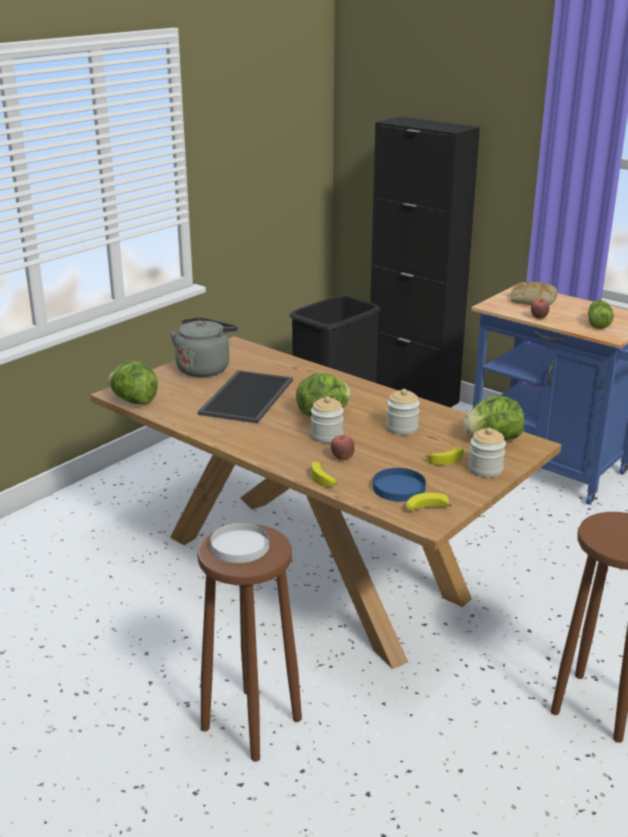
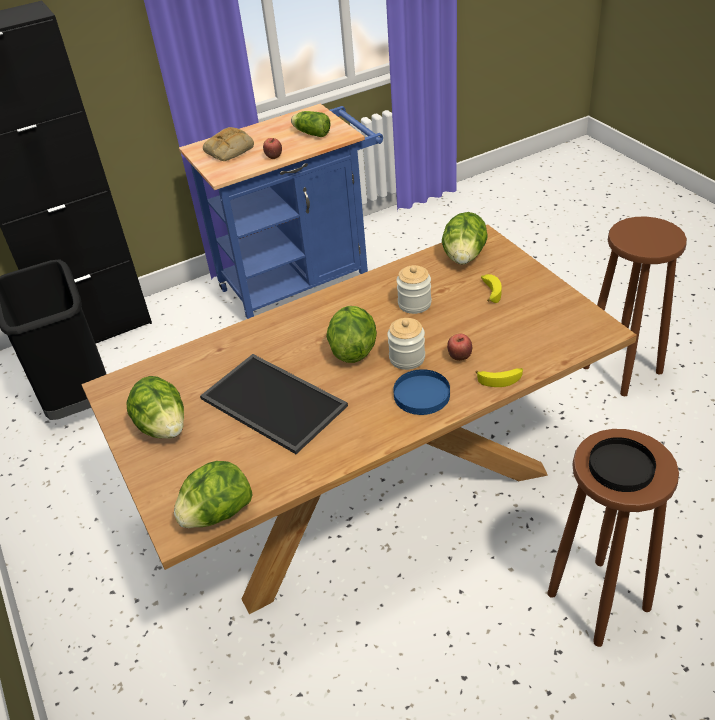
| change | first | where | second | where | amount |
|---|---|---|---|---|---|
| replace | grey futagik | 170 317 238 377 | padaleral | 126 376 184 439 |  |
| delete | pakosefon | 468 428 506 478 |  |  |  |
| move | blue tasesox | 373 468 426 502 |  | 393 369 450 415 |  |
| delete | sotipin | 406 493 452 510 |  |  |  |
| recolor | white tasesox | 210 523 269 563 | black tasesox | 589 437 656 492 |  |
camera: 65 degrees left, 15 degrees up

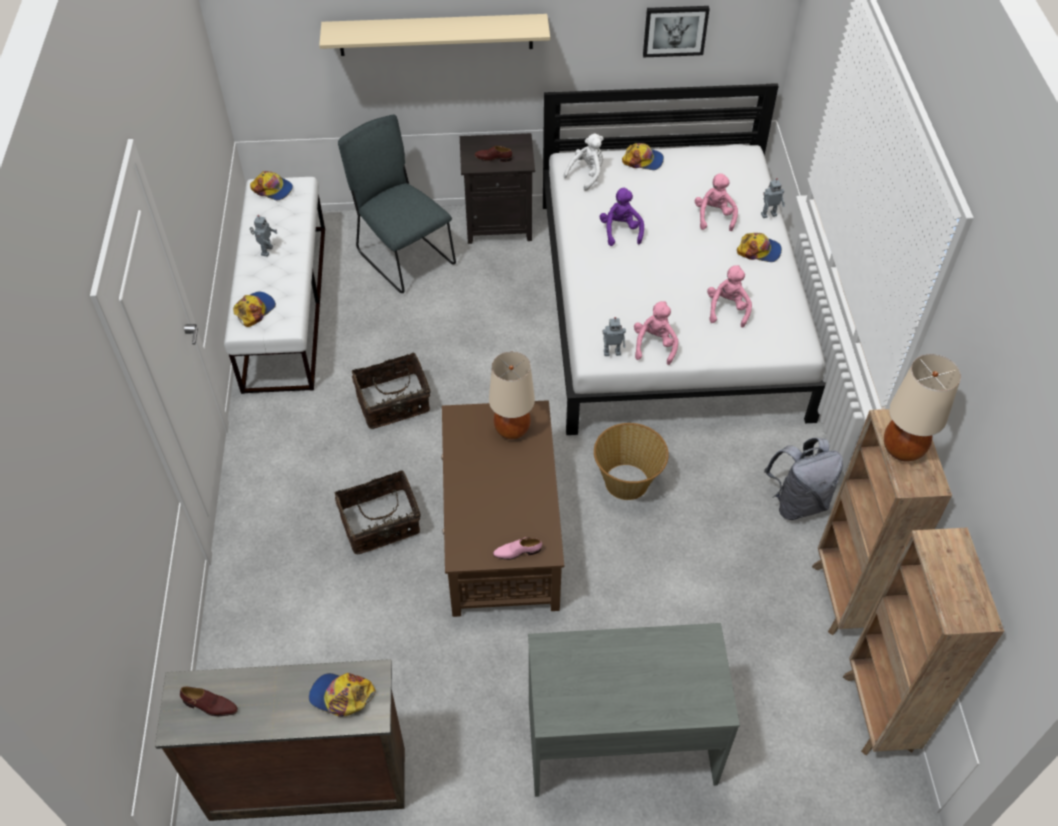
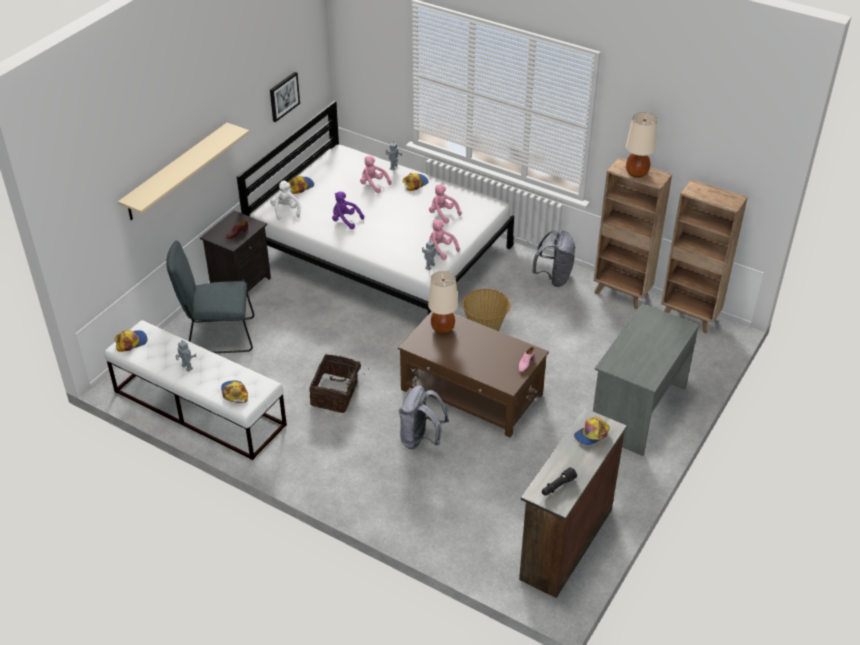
| change | first | where | second | where | amount |
|---|---|---|---|---|---|
| replace | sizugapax | 335 470 421 554 | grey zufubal | 399 385 449 449 |  |
| replace | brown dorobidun | 180 687 238 716 | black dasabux | 542 467 577 495 |  |
camera: 55 degrees left, 10 degrees down

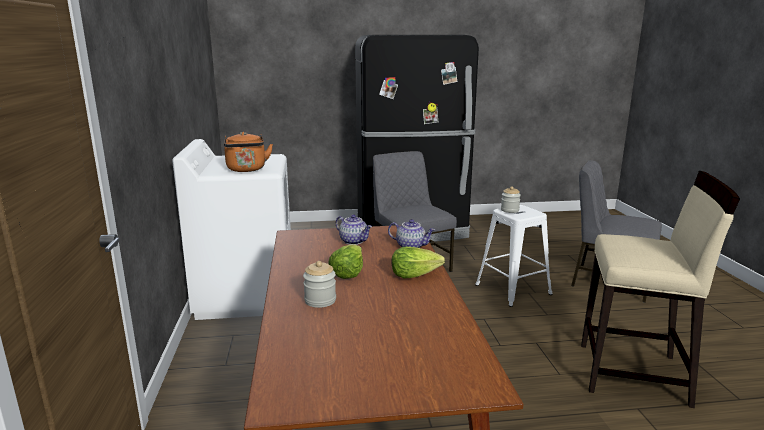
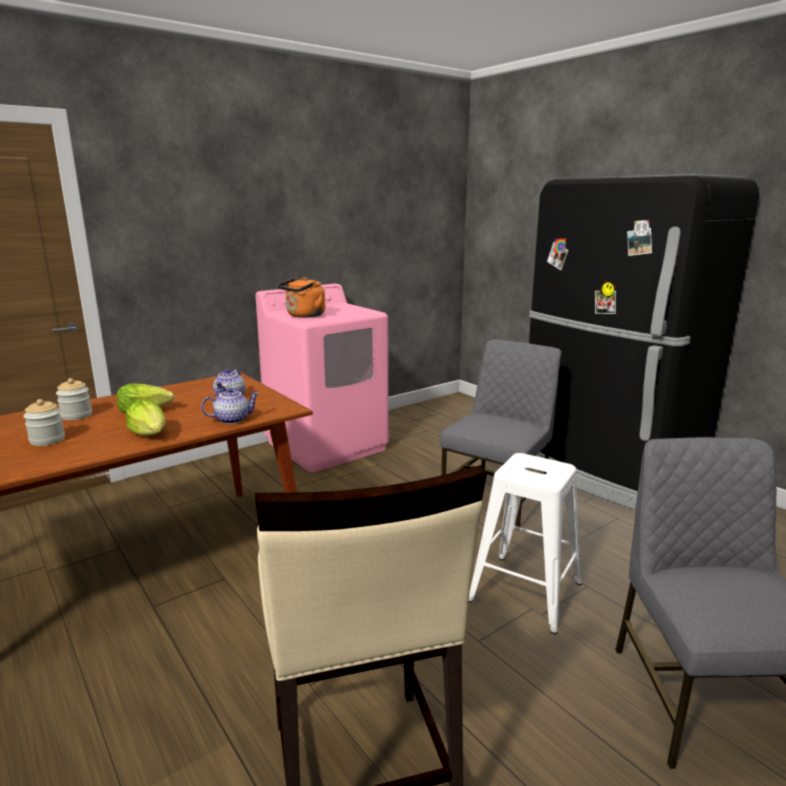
| change | first | where | second | where | amount |
|---|---|---|---|---|---|
| recolor | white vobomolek | 172 139 291 320 | pink vobomolek | 256 284 388 473 |  |
| move | pakosefon | 501 187 521 213 |  | 23 399 65 446 |  |
| rotate | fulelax | 388 219 435 248 |  | 201 388 260 424 | 105 degrees counterclockwise |
camera: 60 degrees right, 0 degrees up

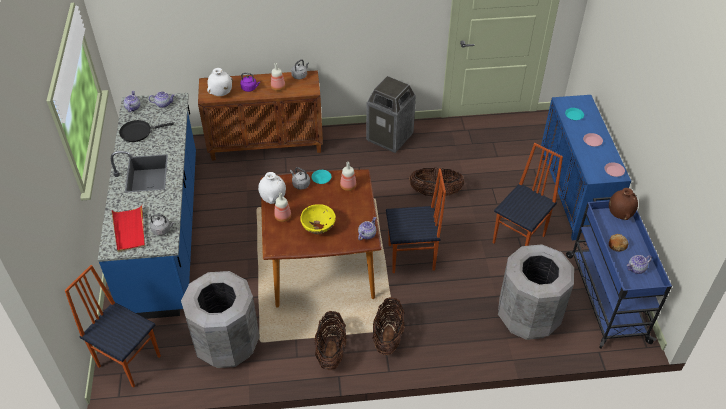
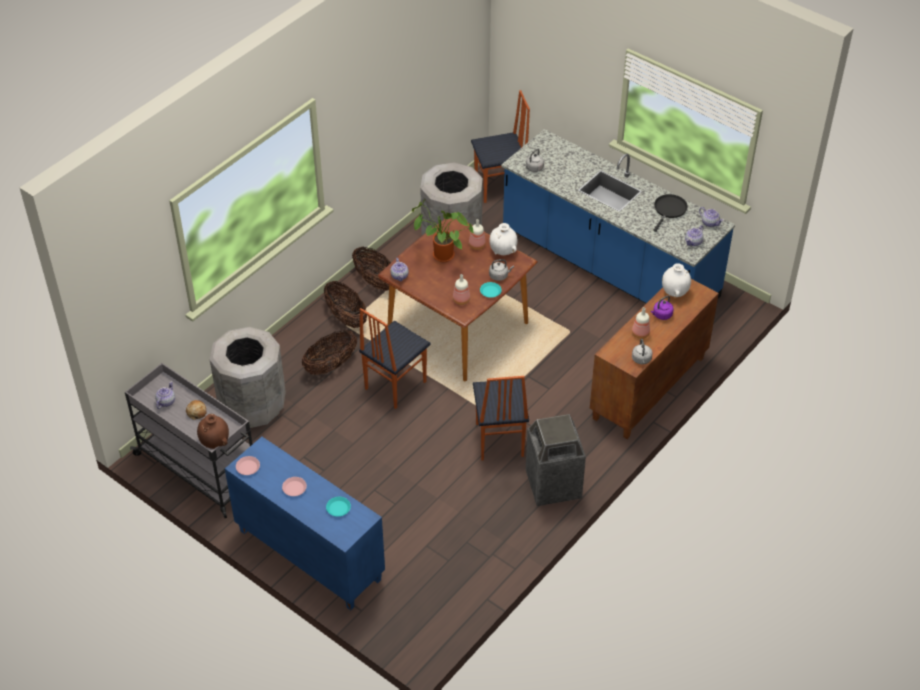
| change | first | where | second | where | amount |
|---|---|---|---|---|---|
| move | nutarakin | 493 143 563 246 |  | 473 376 529 460 |  |
| move | sizugapax | 409 167 464 197 |  | 302 330 357 375 |  |
| recolor | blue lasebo | 566 197 672 349 | grey lasebo | 125 363 253 518 |  |
| replace | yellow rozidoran | 300 204 336 234 | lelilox | 412 200 474 262 |  |
| delete | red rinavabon | 112 205 145 252 |  |  |  |
camera: 135 degrees right, 0 degrees up

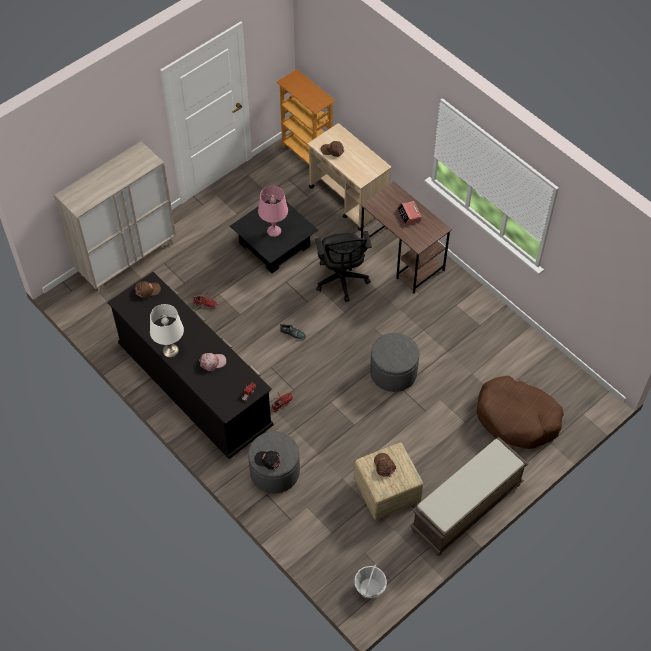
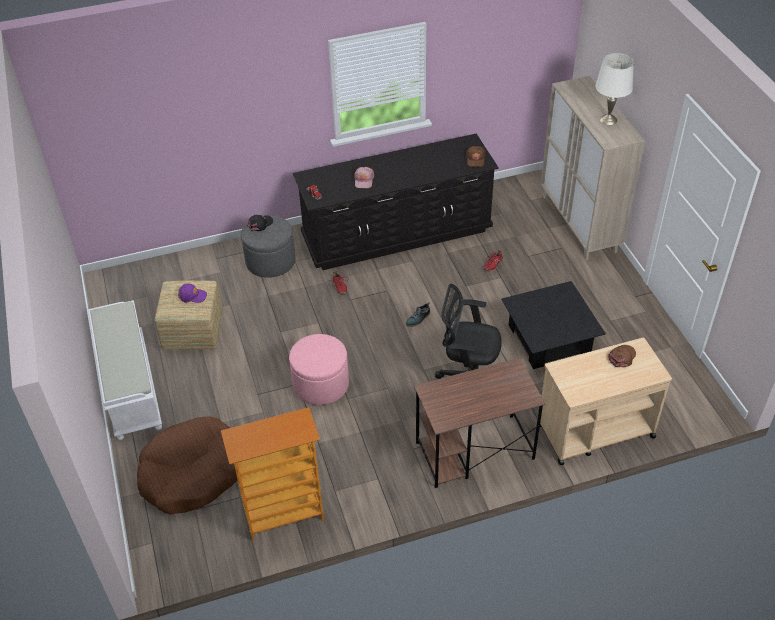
| change | first | where | second | where | amount |
|---|---|---|---|---|---|
| move | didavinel | 277 69 336 164 |  | 221 407 324 541 |  |
| delete | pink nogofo | 258 186 288 237 |  |  |  |
| delete | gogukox | 397 201 422 226 |  |  |  |
| move | white nogofo | 150 304 184 357 |  | 595 53 634 125 |  |
| recolor | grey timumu | 370 333 419 392 | pink timumu | 289 334 349 405 |  |
| recolor | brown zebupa | 410 437 528 556 | white zebupa | 88 300 162 440 |  |
| recolor | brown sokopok | 374 453 396 477 | purple sokopok | 178 283 207 303 |  |
| delete | sizugapax | 354 564 387 598 |  |  |  |
camera: 115 degrees right, 10 degrees down

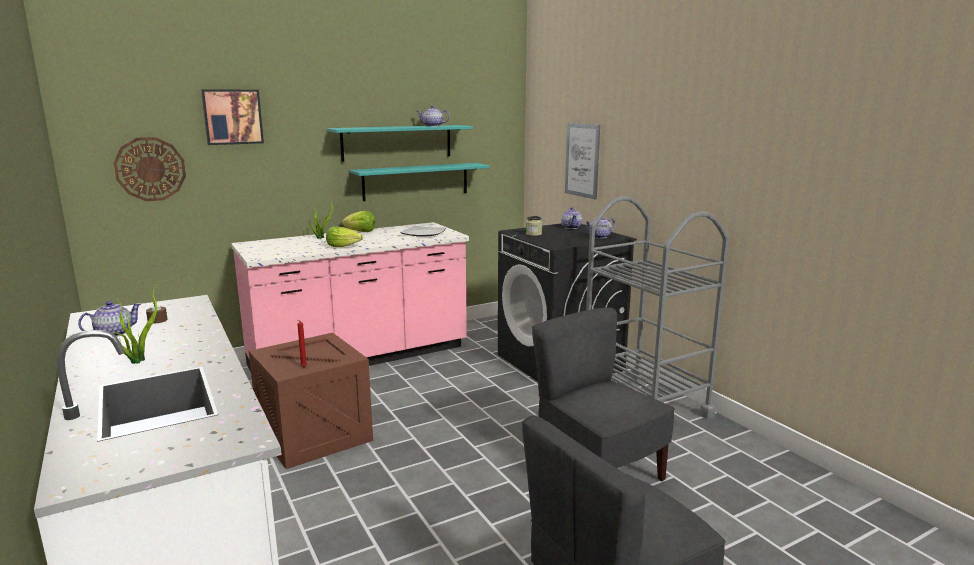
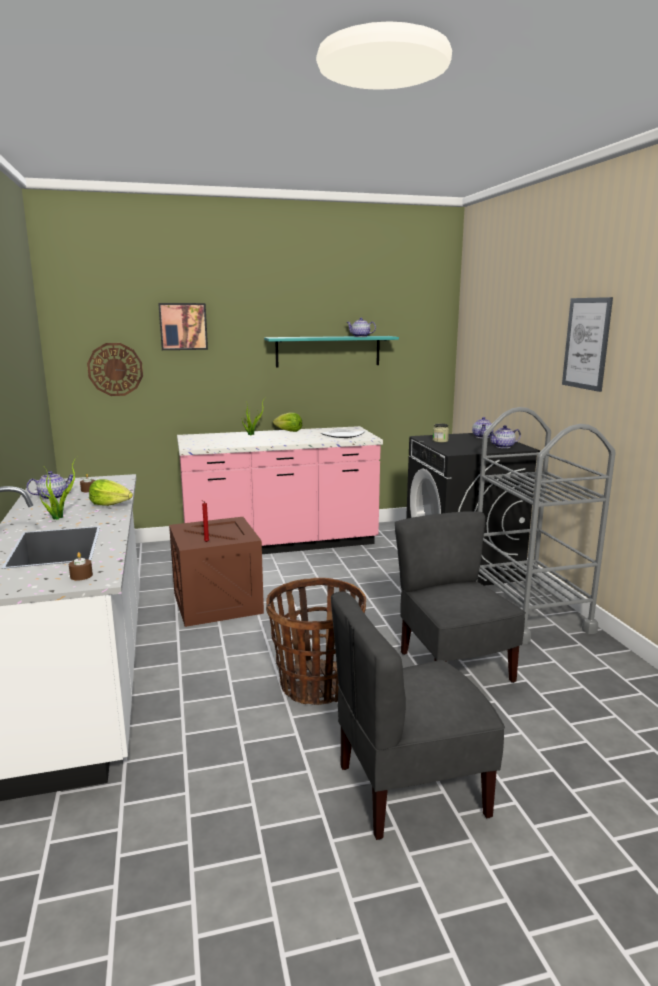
| change | first | where | second | where | amount |
|---|---|---|---|---|---|
| move | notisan | 565 123 600 199 |  | 562 297 613 392 |  |
| delete | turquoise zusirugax | 349 163 489 201 |  |  |  |
| move | padaleral | 326 227 363 247 |  | 89 479 133 506 |  |
| insert |  |  | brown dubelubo | 69 552 93 580 |  |
| insert |  |  | sizugapax | 266 578 366 705 |  |
camera: 15 degrees right, 0 degrees up

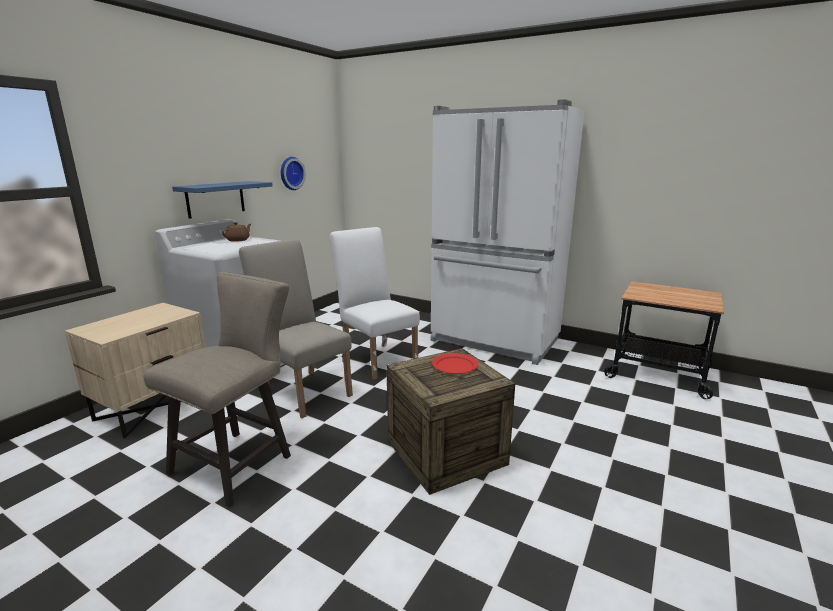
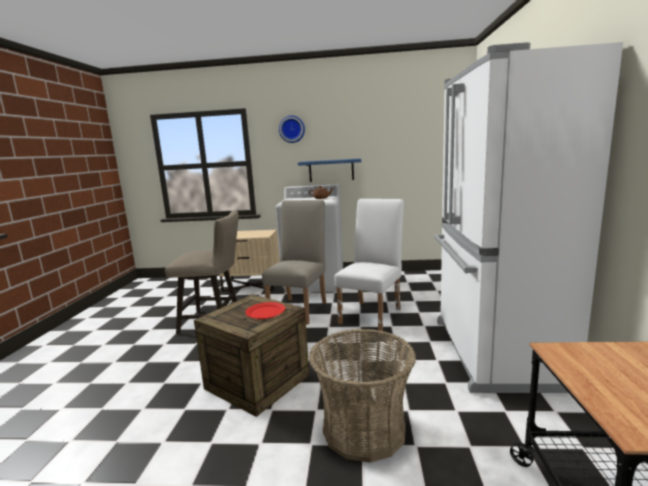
| change | first | where | second | where | amount |
|---|---|---|---|---|---|
| move | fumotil | 281 157 306 190 |  | 279 116 305 143 |  |
| insert |  |  | sizugapax | 309 329 416 463 |  |
camera: 65 degrees right, 5 degrees down

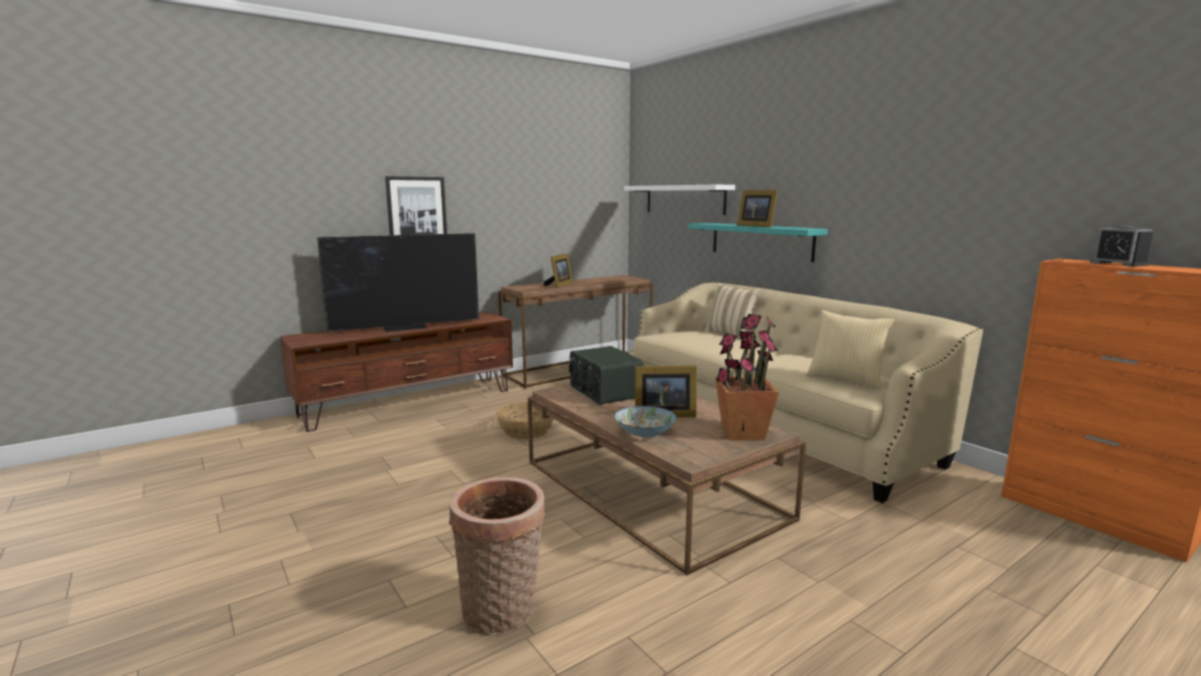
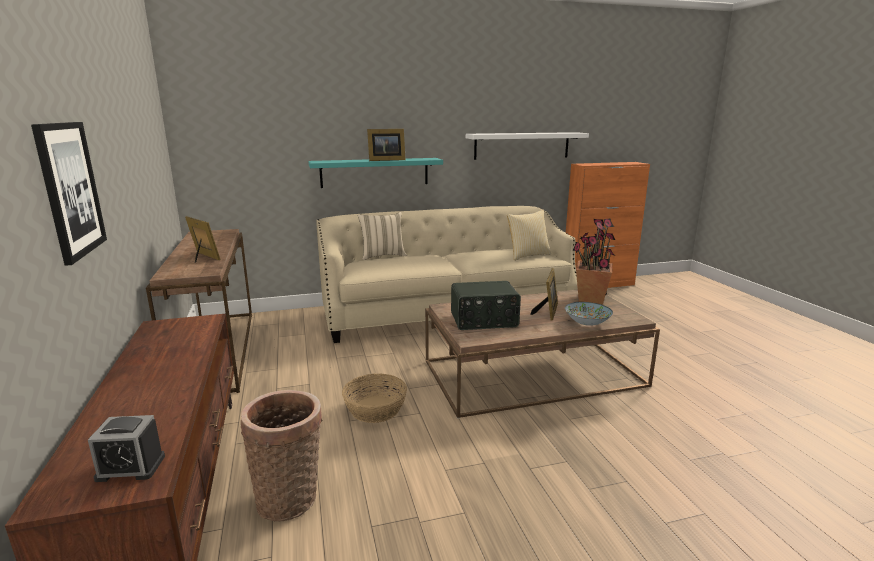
| change | first | where | second | where | amount |
|---|---|---|---|---|---|
| move | white zusirugax | 624 185 735 215 |  | 466 132 589 160 |  |
| move | gogukox | 1090 225 1153 267 |  | 88 415 165 482 |  |
| delete | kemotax | 317 233 479 332 |  |  |  |
| move | sizugapax | 449 477 545 635 |  | 241 390 323 522 |  |
camera: 70 degrees left, 5 degrees up

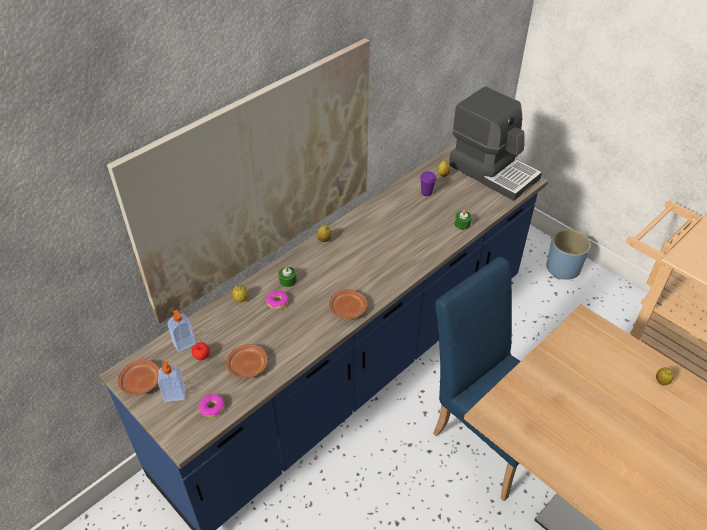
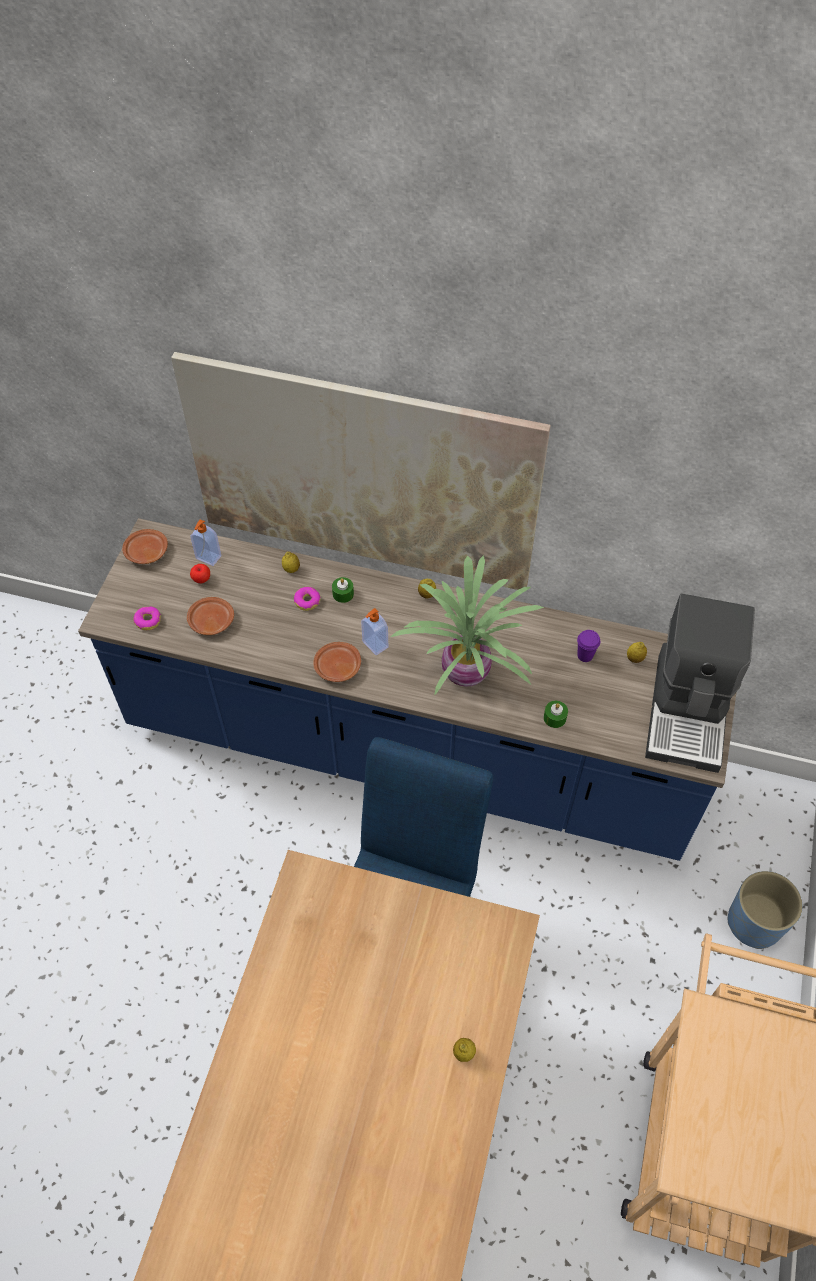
| change | first | where | second | where | amount |
|---|---|---|---|---|---|
| move | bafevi | 158 361 185 402 |  | 361 608 388 656 |  |
| insert |  |  | lelilox | 390 555 544 696 |  |
camera: 60 degrees right, 10 degrees up

